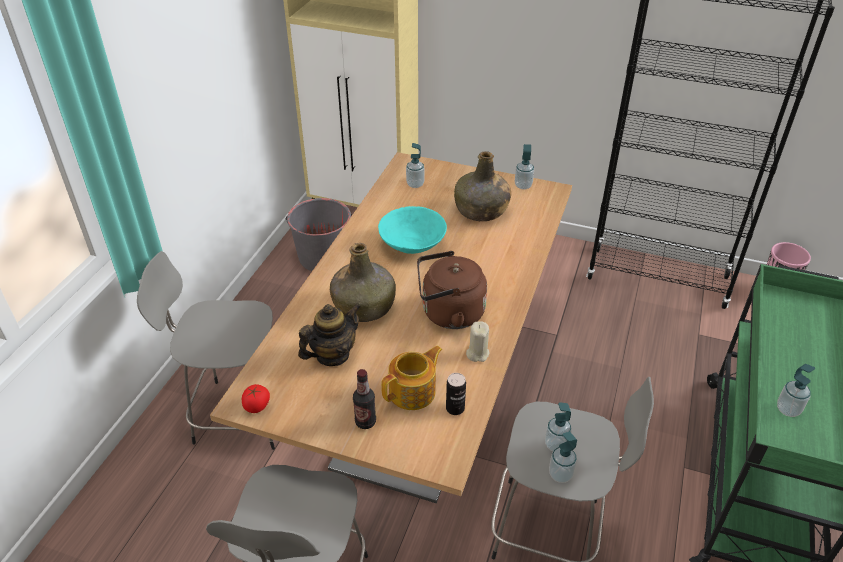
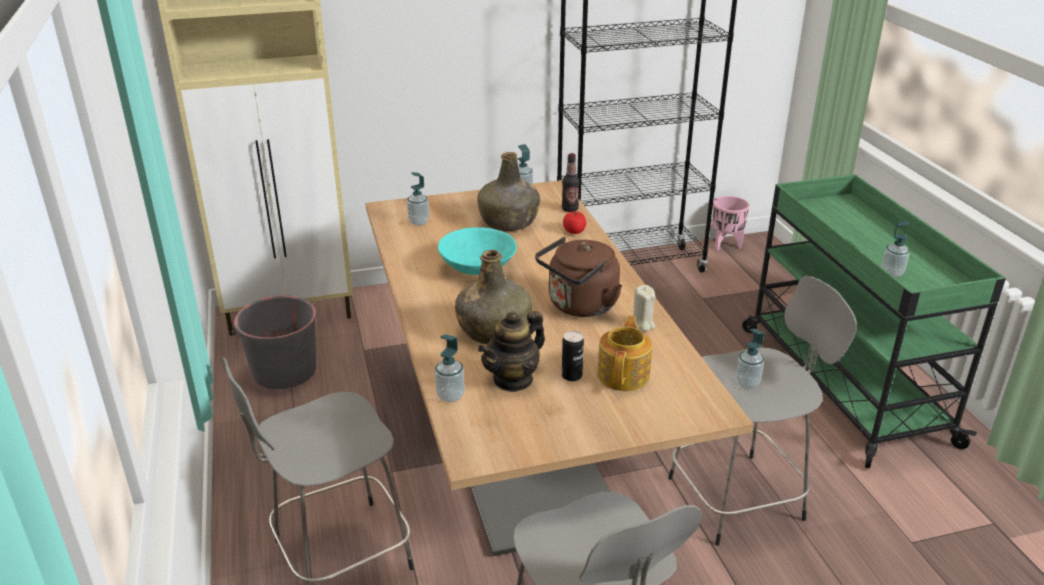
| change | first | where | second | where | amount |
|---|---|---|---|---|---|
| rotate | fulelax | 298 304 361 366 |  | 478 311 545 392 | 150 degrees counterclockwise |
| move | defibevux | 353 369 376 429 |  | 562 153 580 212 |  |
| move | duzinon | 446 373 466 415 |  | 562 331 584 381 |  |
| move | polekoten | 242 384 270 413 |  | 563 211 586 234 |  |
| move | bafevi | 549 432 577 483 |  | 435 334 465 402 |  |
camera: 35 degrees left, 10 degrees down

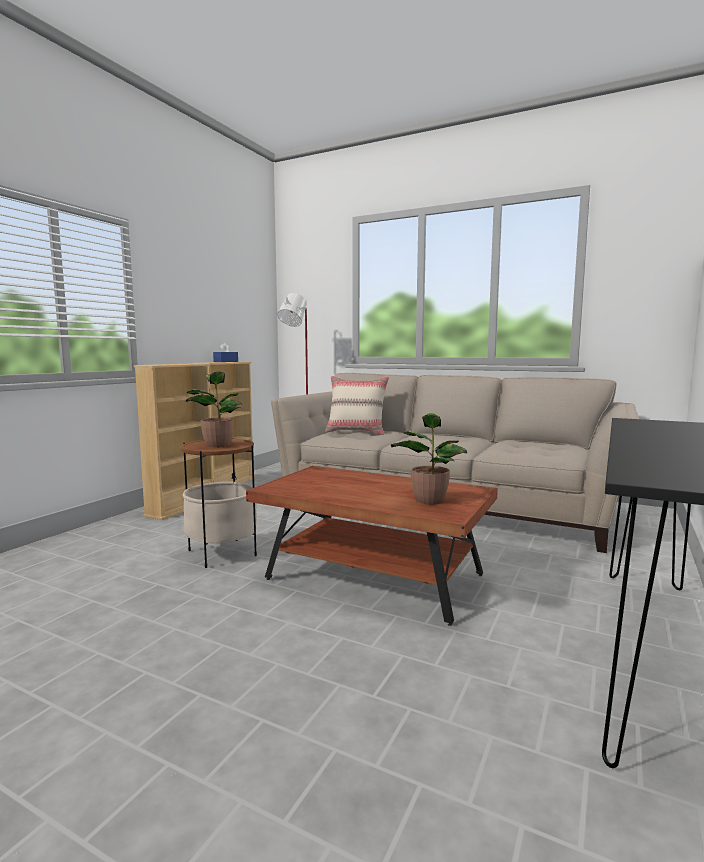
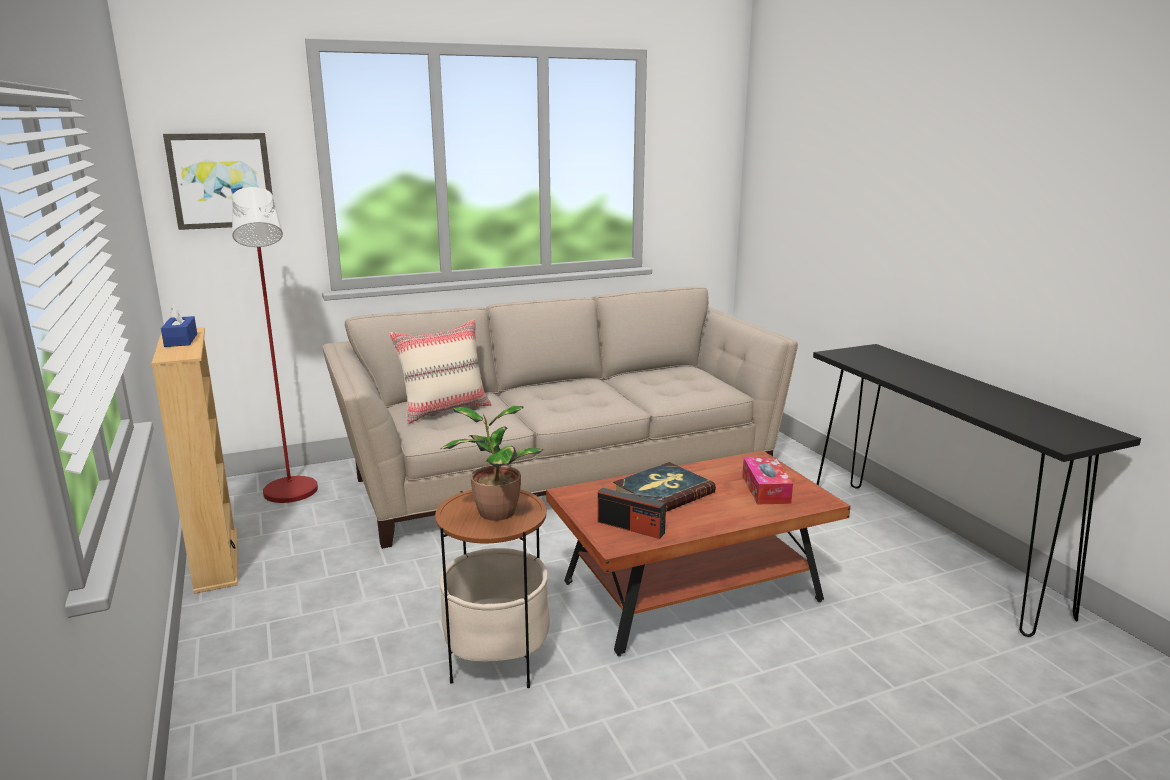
| change | first | where | second | where | amount |
|---|---|---|---|---|---|
| delete | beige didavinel | 134 363 213 520 |  |  |  |
| replace | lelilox | 391 413 467 505 | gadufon | 742 457 793 504 |  |
| insert |  |  | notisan | 163 133 273 230 |  |
| insert |  |  | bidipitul | 613 462 716 512 |  |
| insert |  |  | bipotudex | 598 488 666 539 |  |
camera: 50 degrees left, 10 degrees up

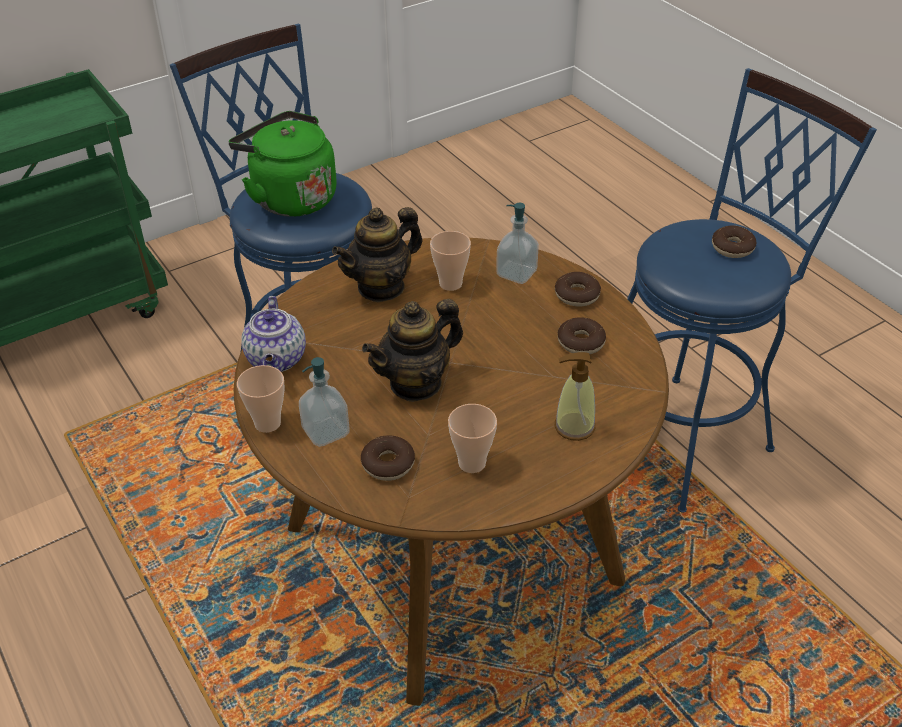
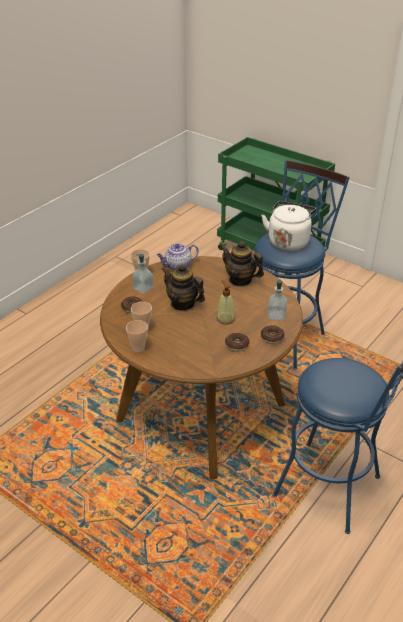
| change | first | where | second | where | amount |
|---|---|---|---|---|---|
| recolor | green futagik | 228 111 337 217 | white futagik | 261 201 316 251 |  |
| delete | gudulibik | 712 225 757 258 |  |  |  |
| move | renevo | 430 231 471 291 |  | 126 320 148 352 |  |
| move | bafevi | 555 352 595 441 |  | 217 280 235 324 |  |
camera: 70 degrees right, 5 degrees down

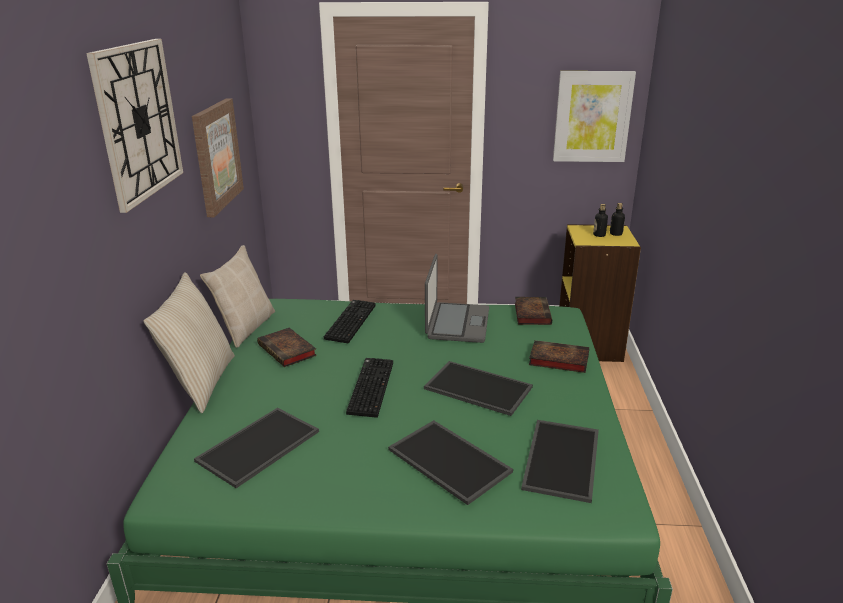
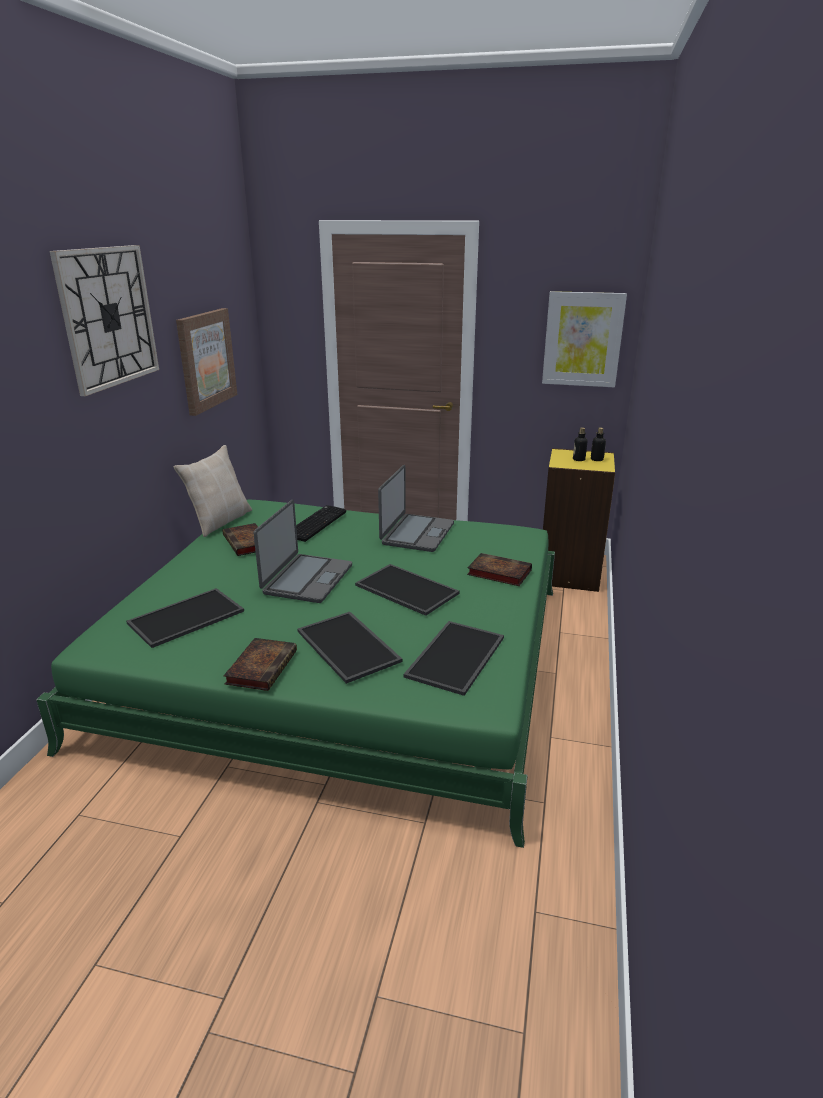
| change | first | where | second | where | amount |
|---|---|---|---|---|---|
| delete | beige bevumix | 144 272 235 413 |  |  |  |
| move | bidipitul | 515 297 552 325 |  | 223 638 297 691 |  |
| replace | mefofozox | 346 358 393 418 | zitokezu | 253 500 352 603 |  |
camera: 10 degrees right, 0 degrees up

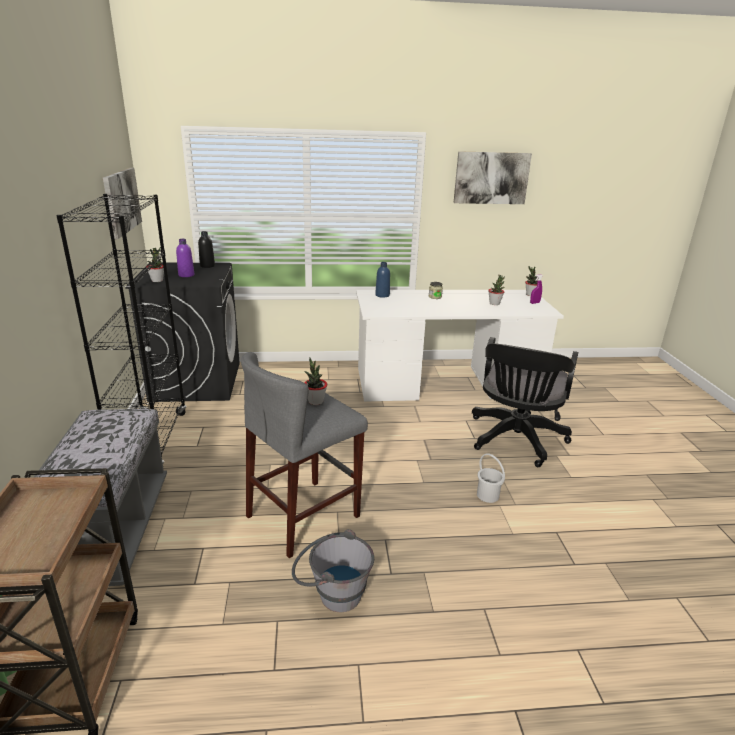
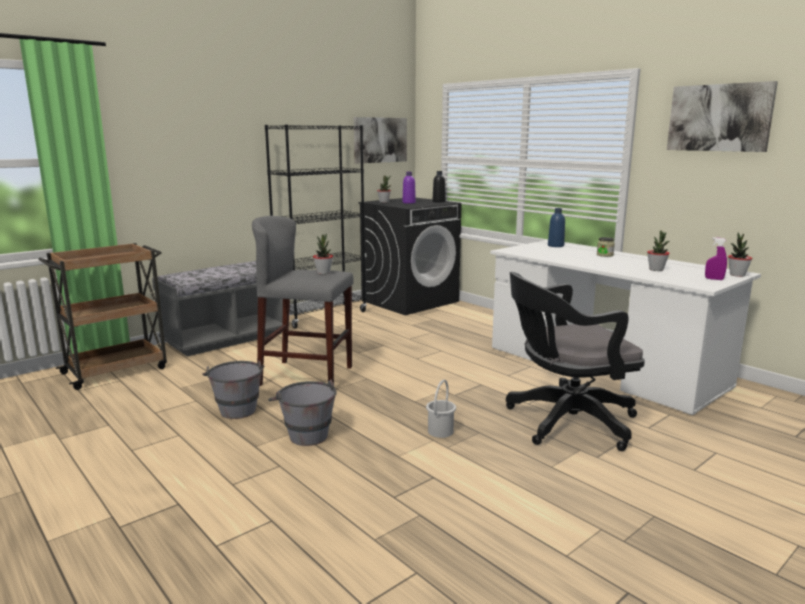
| change | first | where | second | where | amount |
|---|---|---|---|---|---|
| insert |  |  | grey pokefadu | 268 380 337 446 |  |
camera: 55 degrees right, 10 degrees down

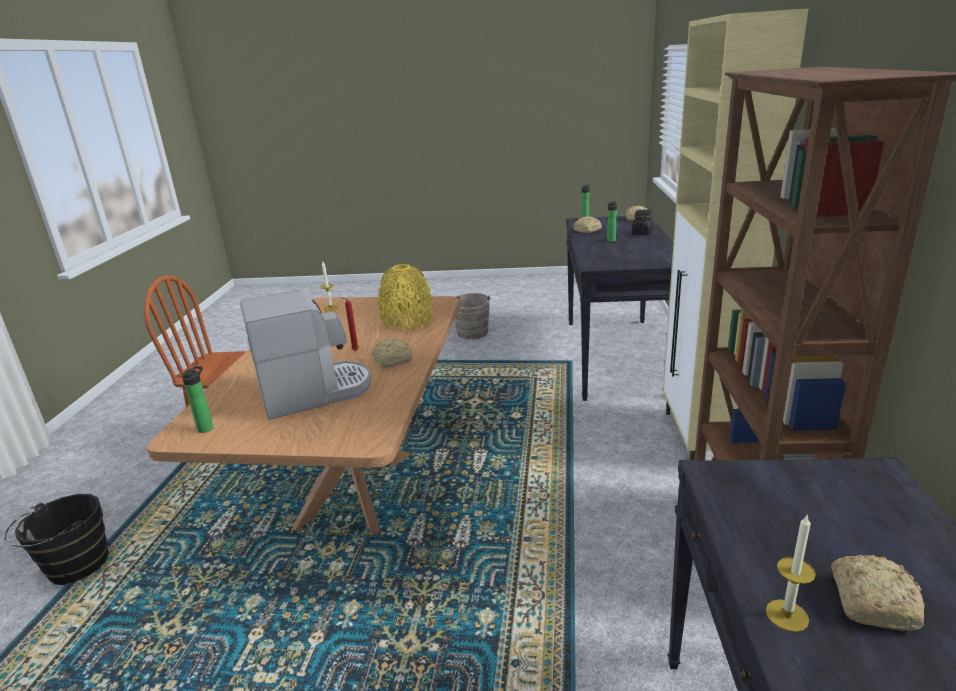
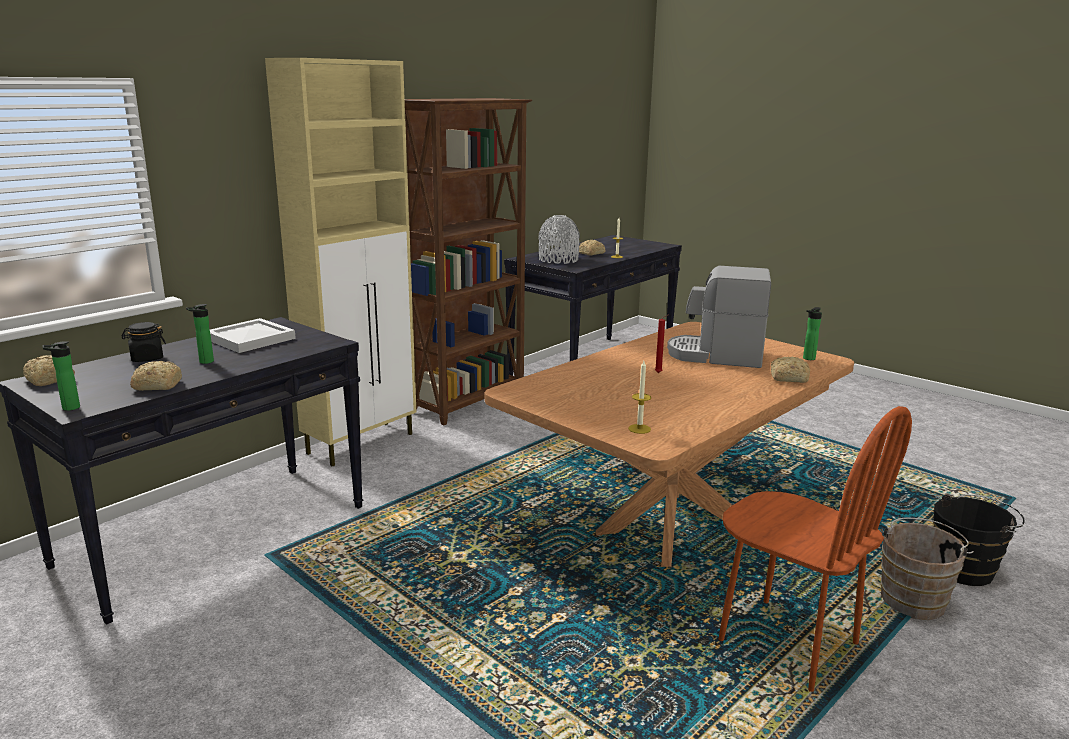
| change | first | where | second | where | amount |
|---|---|---|---|---|---|
| delete | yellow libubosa | 378 264 433 330 |  |  |  |
| move | brown pokefadu | 454 293 492 339 |  | 881 518 974 620 |  |
| move | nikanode | 372 339 413 367 |  | 771 356 810 383 |  |
| insert |  |  | grey libubosa | 538 215 580 264 |  |
| insert |  |  | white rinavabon | 210 318 296 353 |  |
camera: 145 degrees left, 5 degrees down

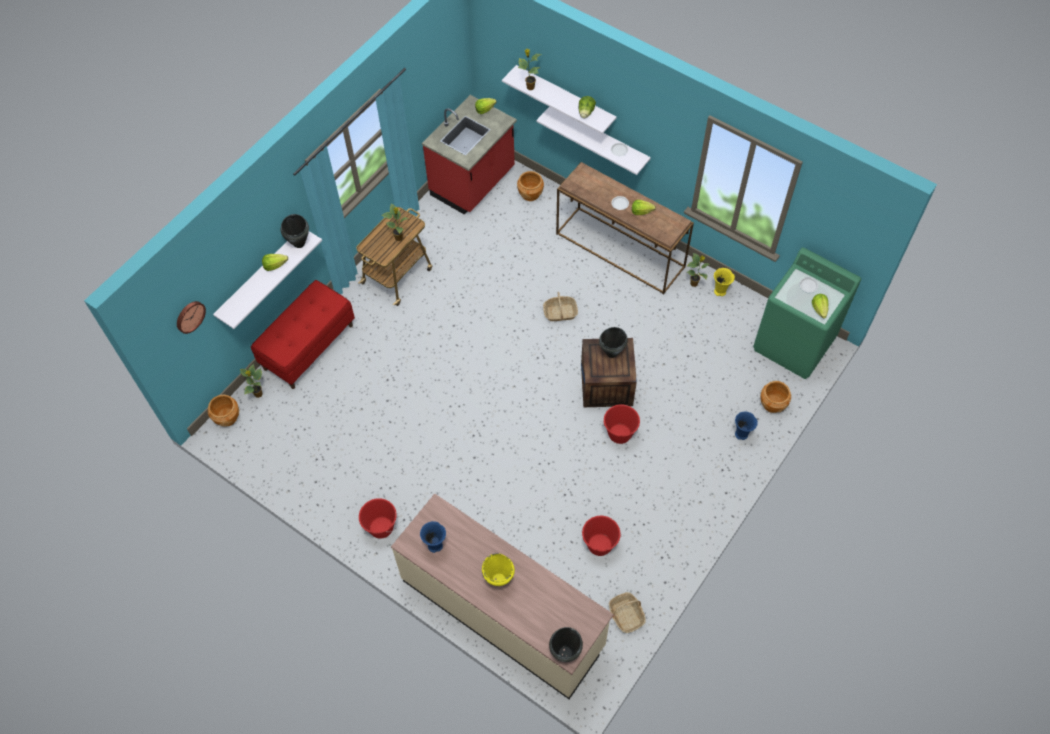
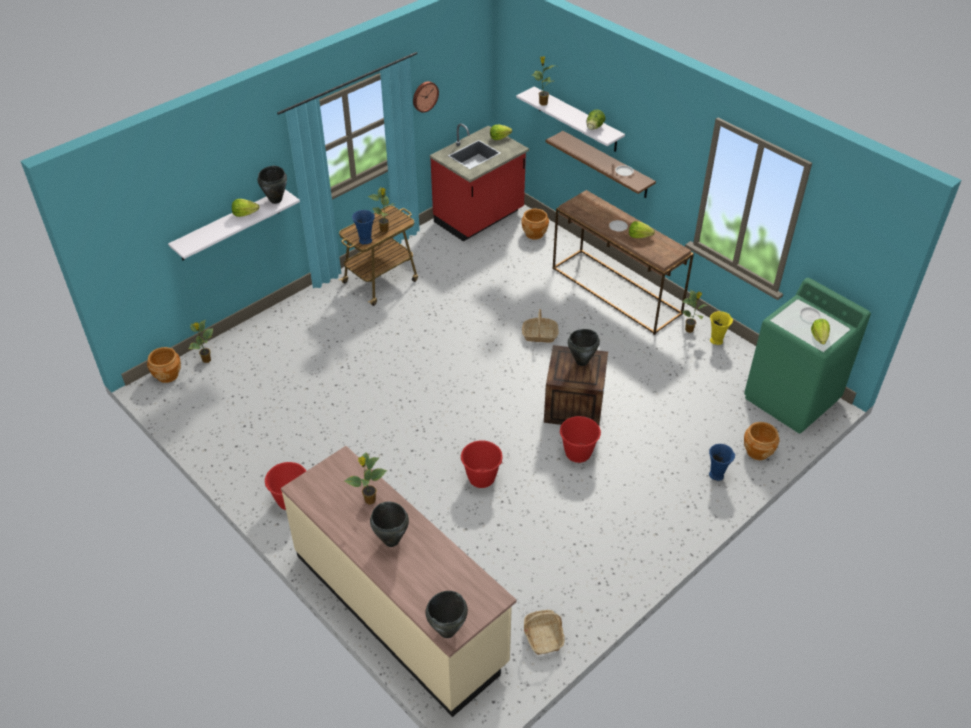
| change | first | where | second | where | amount |
|---|---|---|---|---|---|
| recolor | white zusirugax | 536 107 651 175 | brown zusirugax | 545 131 656 198 |  |
| delete | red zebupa | 251 280 355 389 |  |  |  |
| move | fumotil | 177 301 206 334 |  | 413 81 439 113 |  |
| move | red pokefadu | 582 516 621 556 |  | 461 440 503 488 |  |
| move | blue libubosa | 420 521 446 553 |  | 352 210 375 244 |  |
| recolor | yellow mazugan | 482 553 515 586 | black mazugan | 370 502 409 547 |  |
| insert |  |  | lelilox | 344 453 387 505 |  |
camera: 10 degrees right, 15 degrees down

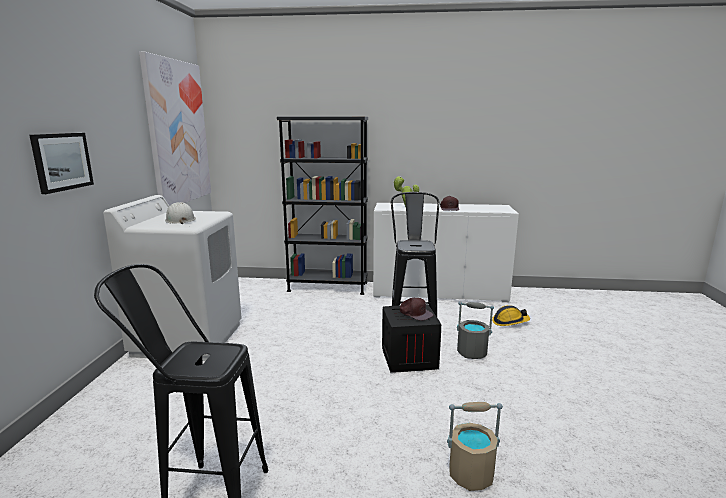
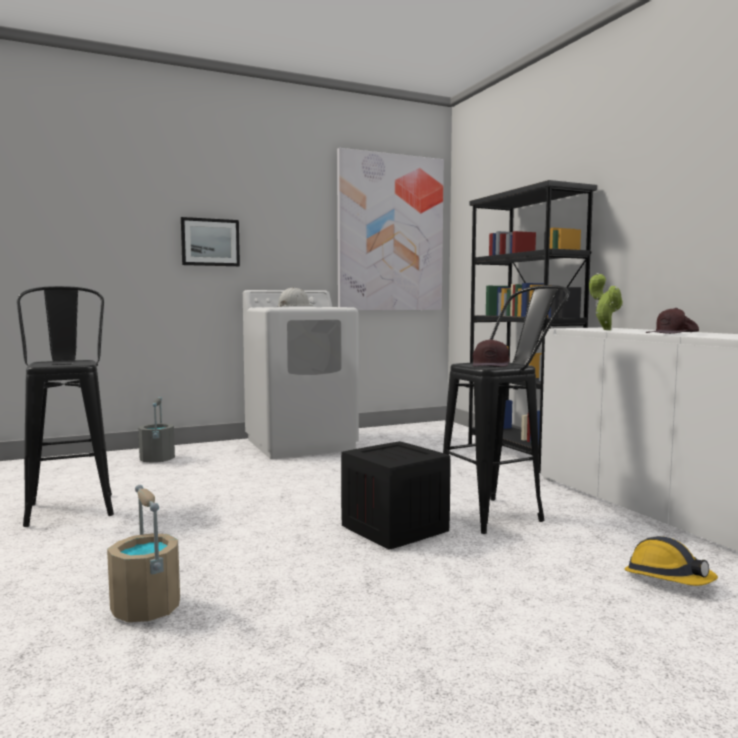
| change | first | where | second | where | amount |
|---|---|---|---|---|---|
| move | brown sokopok | 400 297 433 321 |  | 472 339 510 367 |  |
| move | grey pokefadu | 457 302 494 359 |  | 138 397 175 463 |  |
camera: 60 degrees right, 10 degrees down

